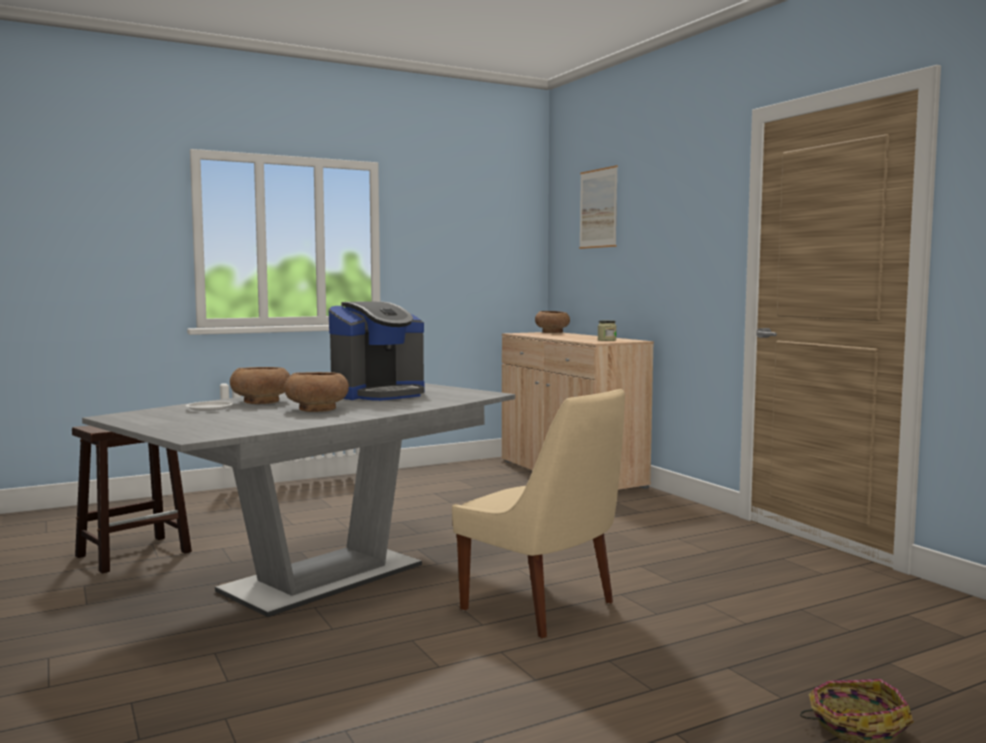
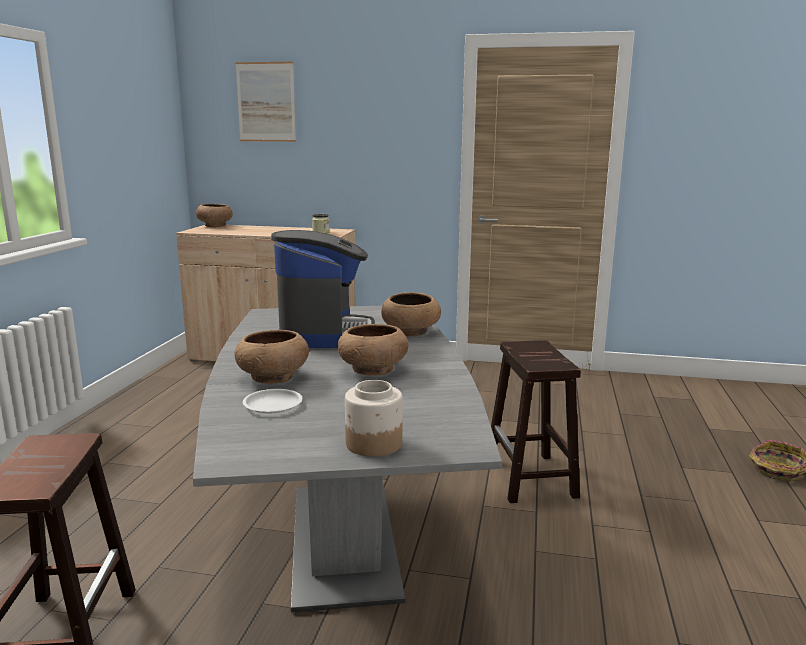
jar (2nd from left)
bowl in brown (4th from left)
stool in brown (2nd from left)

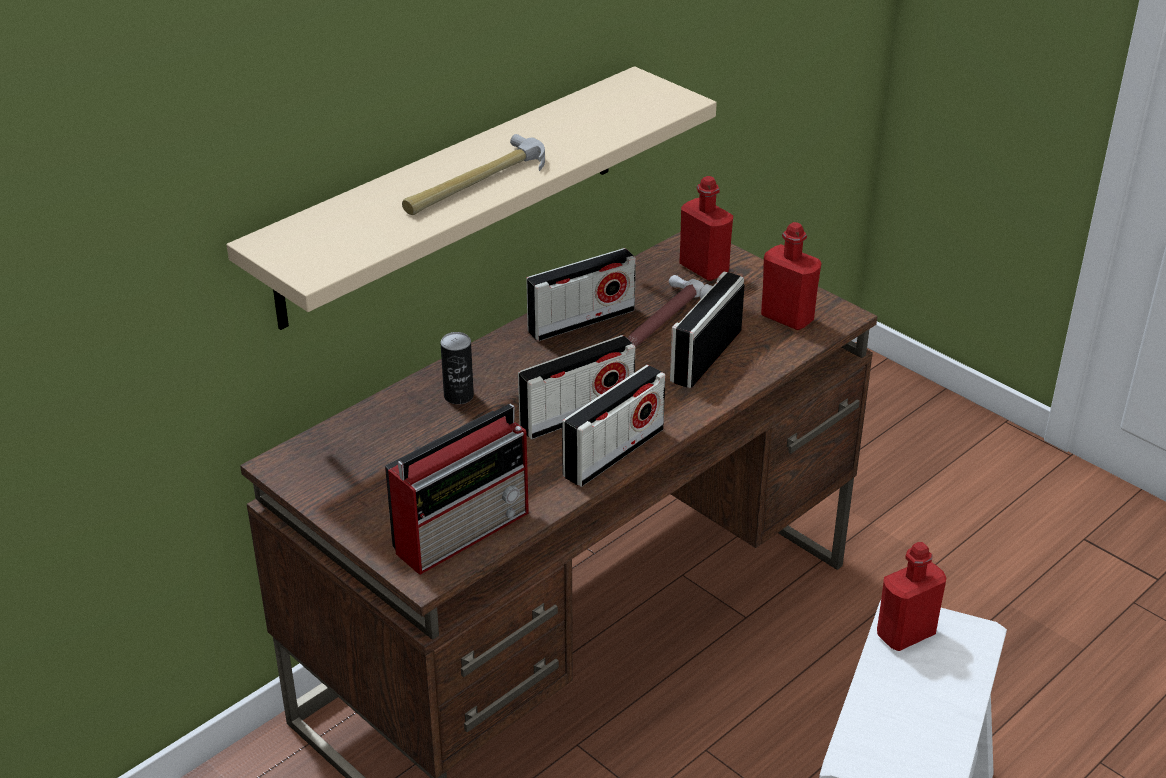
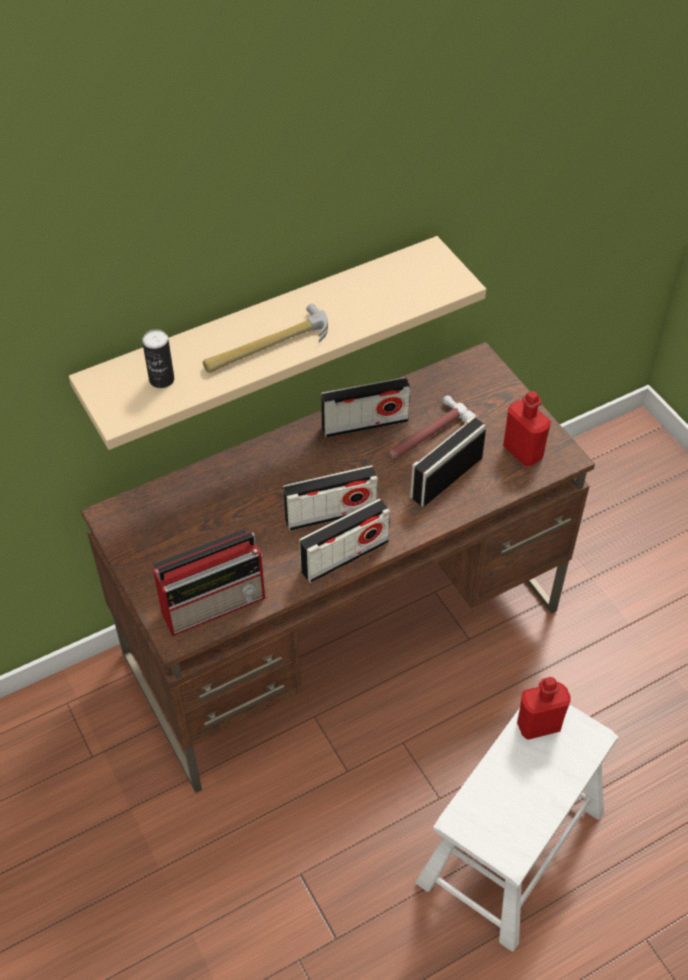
bottle in red (1st from left in the first image)
can

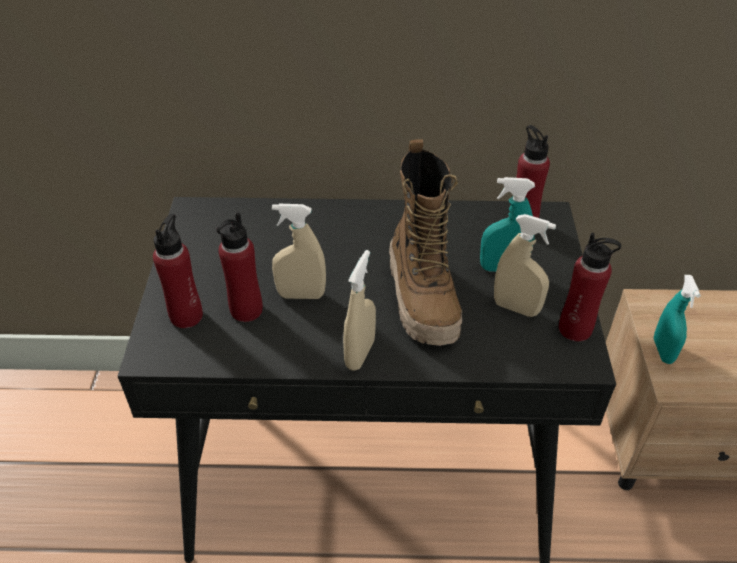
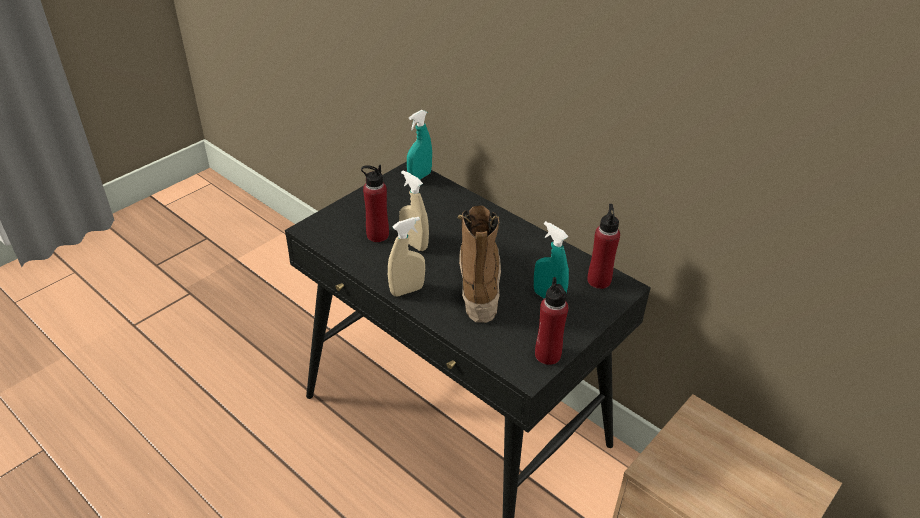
bottle in red (1st from left in the first image)
spray bottle in beige (3rd from left in the first image)
spray bottle in turquoise (1st from left)
boot

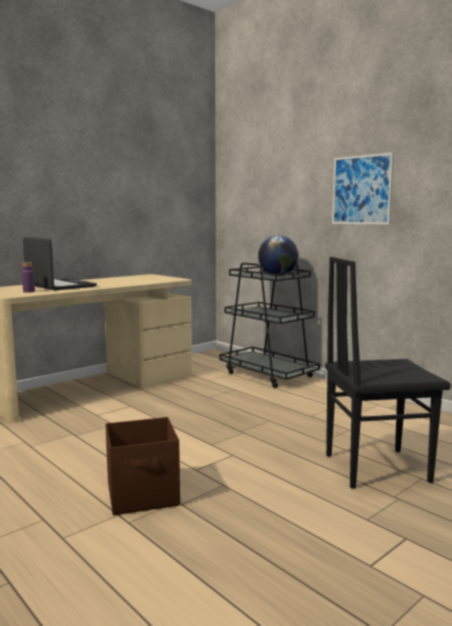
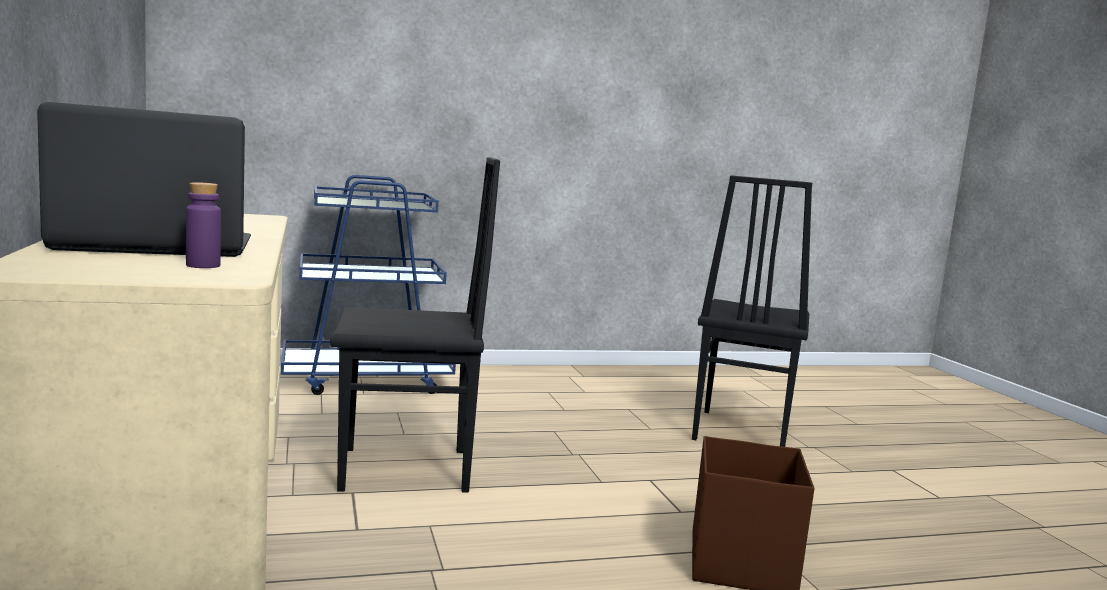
globe
picture
chair in black (1st from left)
cart in blue

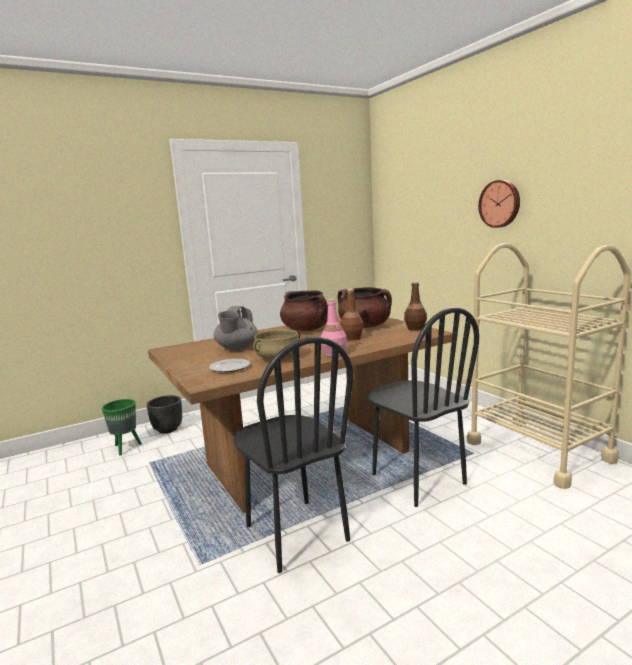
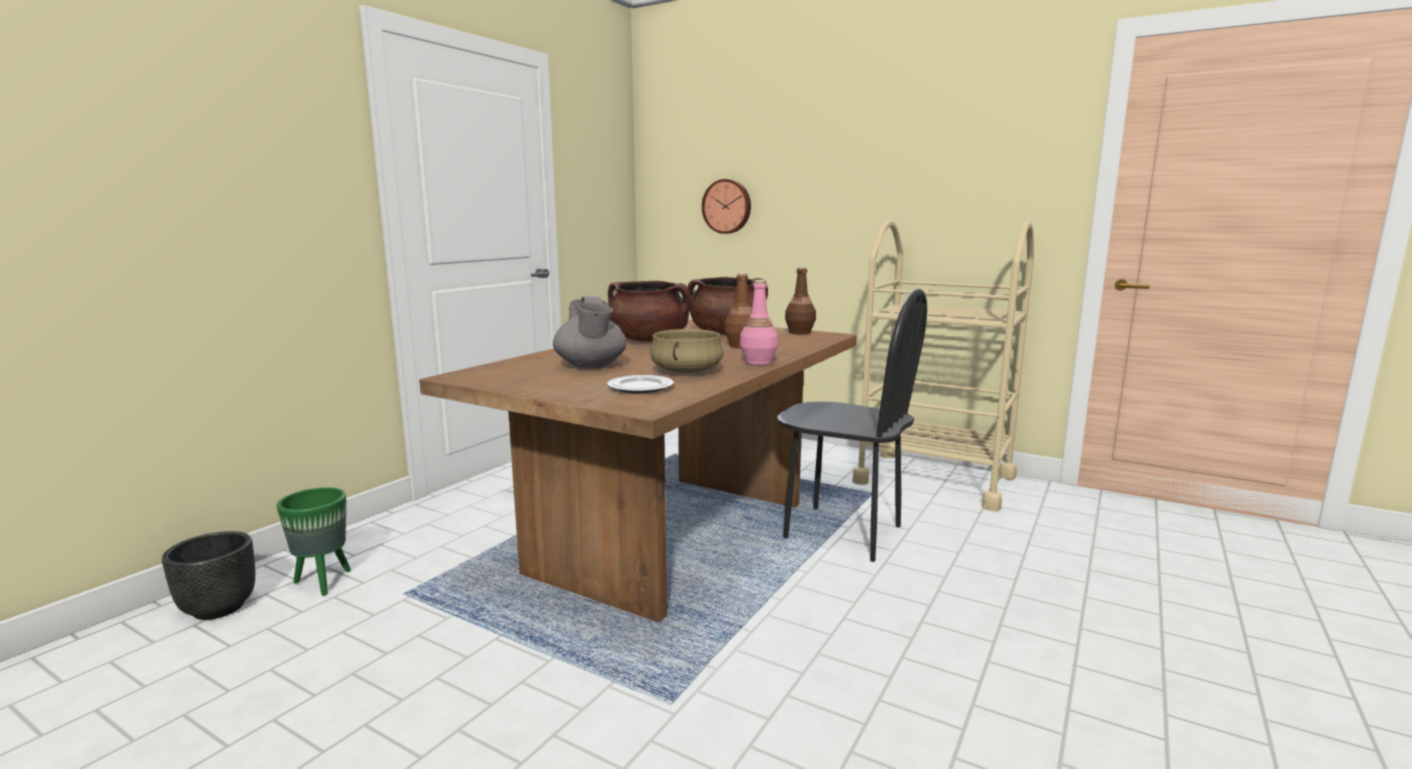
chair in black (1st from left in the first image)
planter in black
wall clock

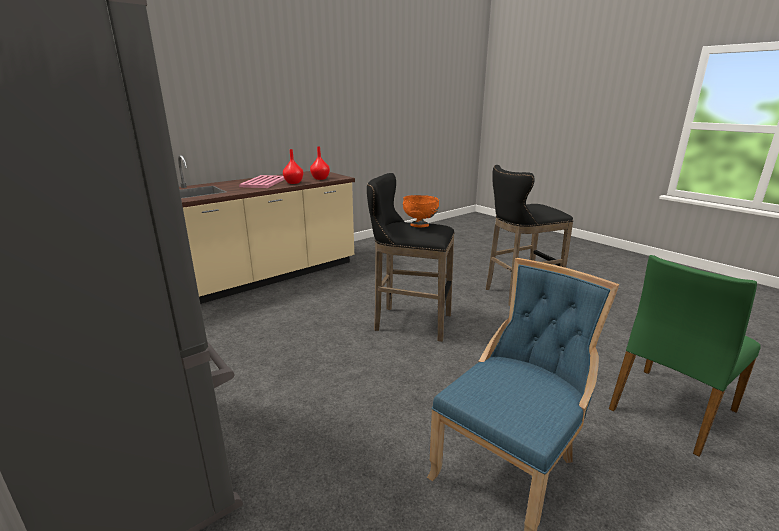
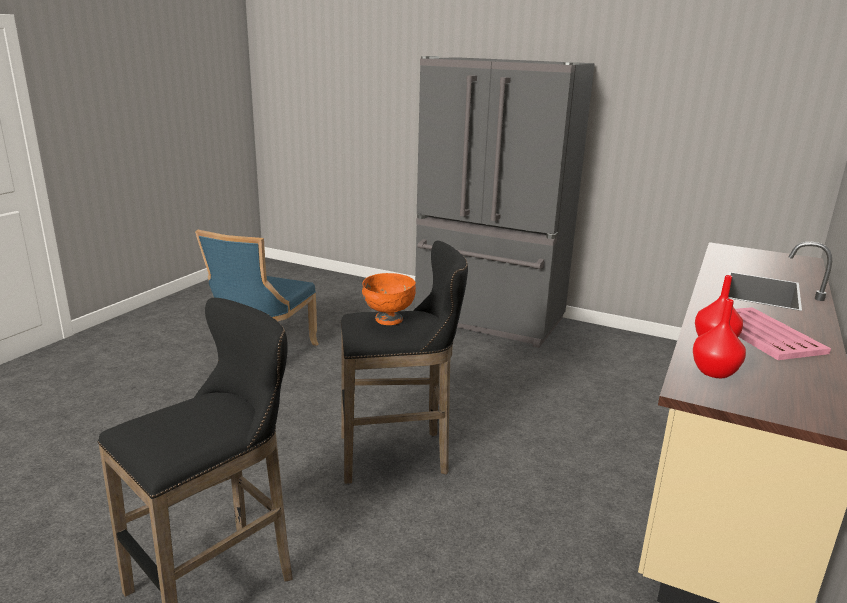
chair in green

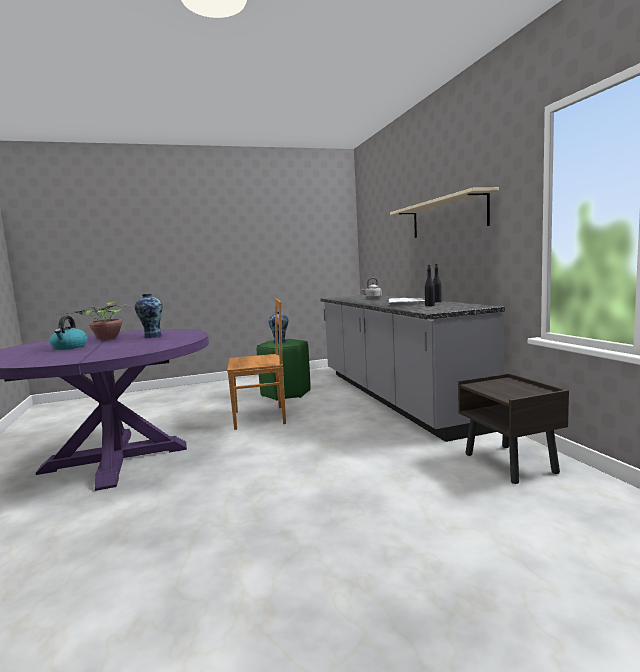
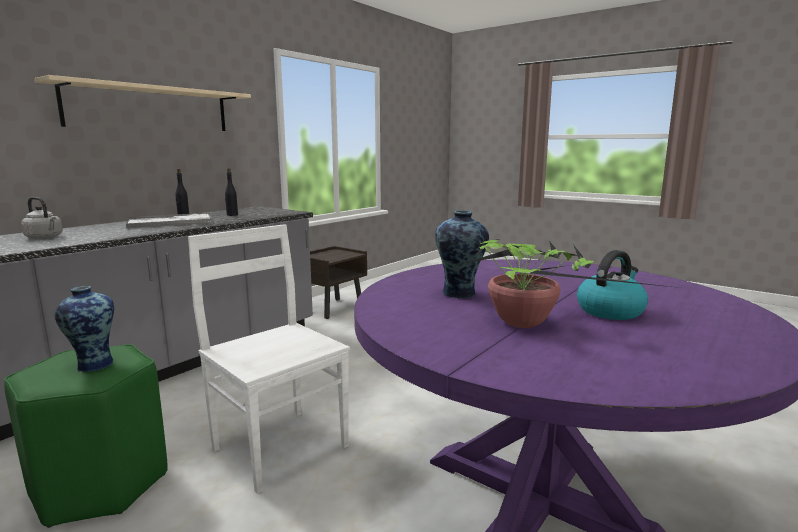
chair in white

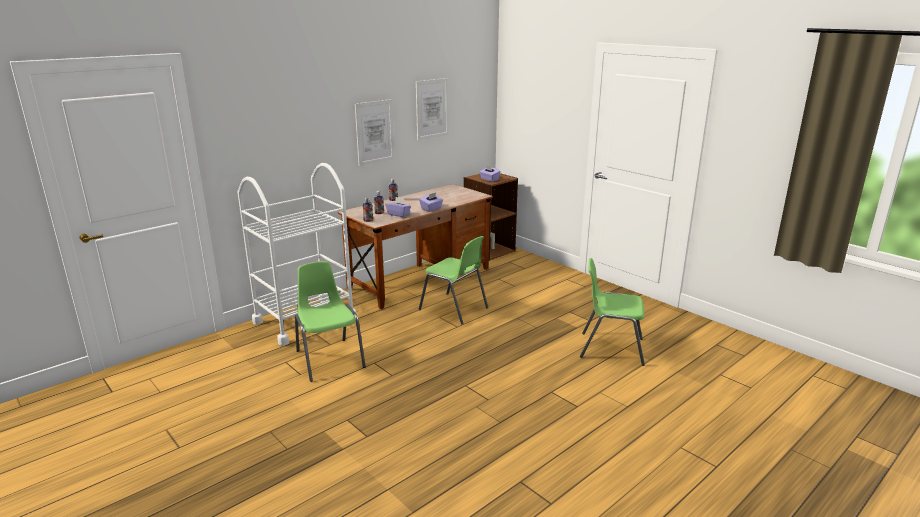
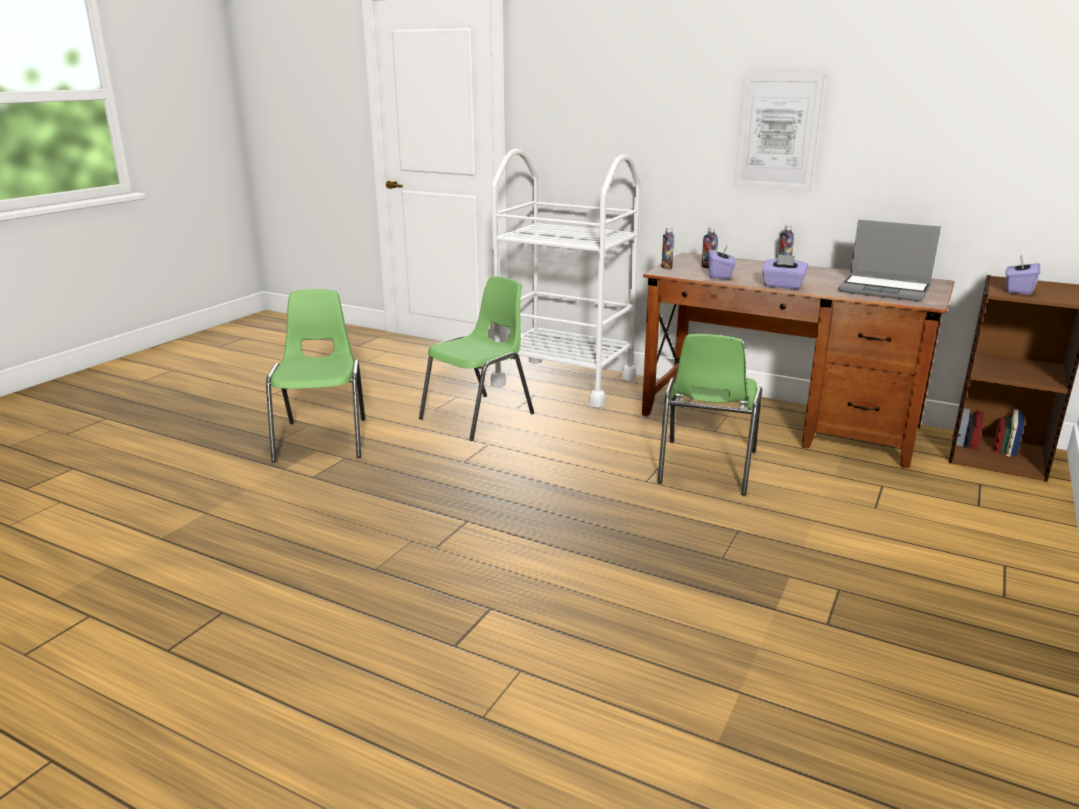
picture (2nd from left in the first image)
laptop
chair in green (1st from left)

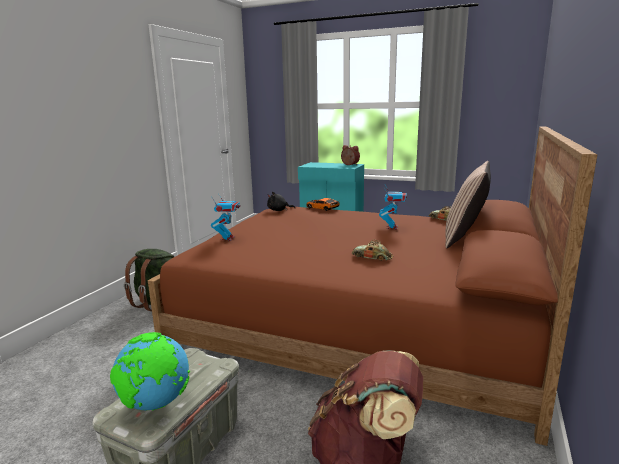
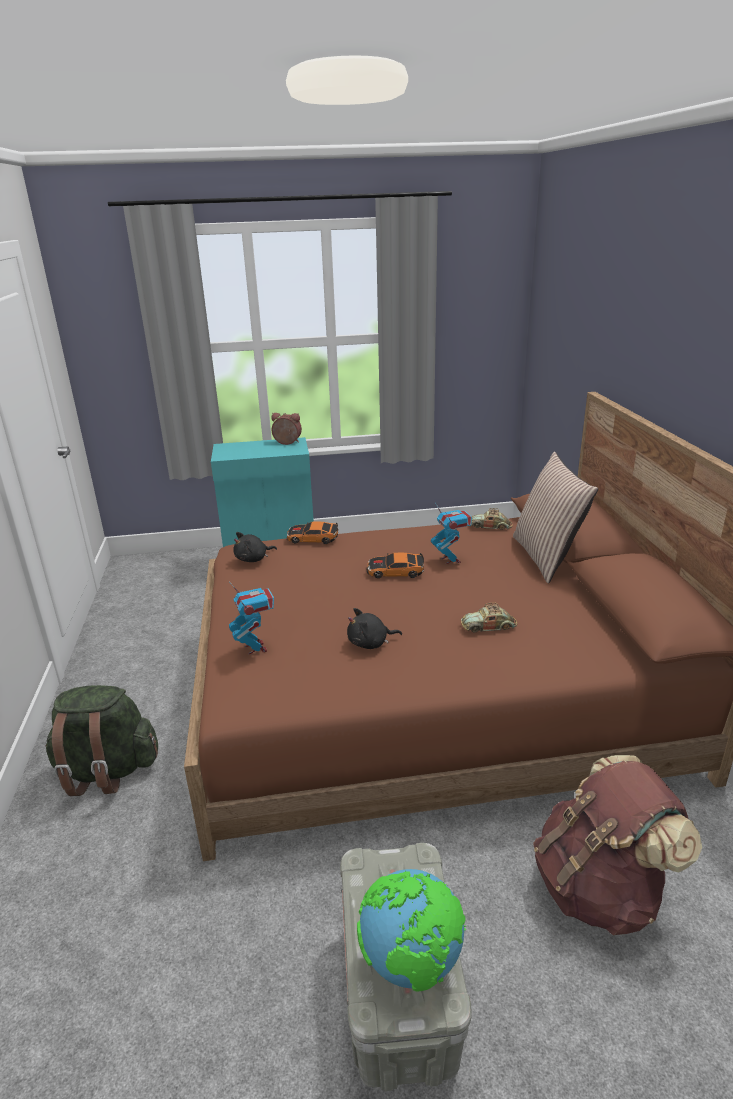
plush toy in black (2nd from left)
toy car (2nd from left)

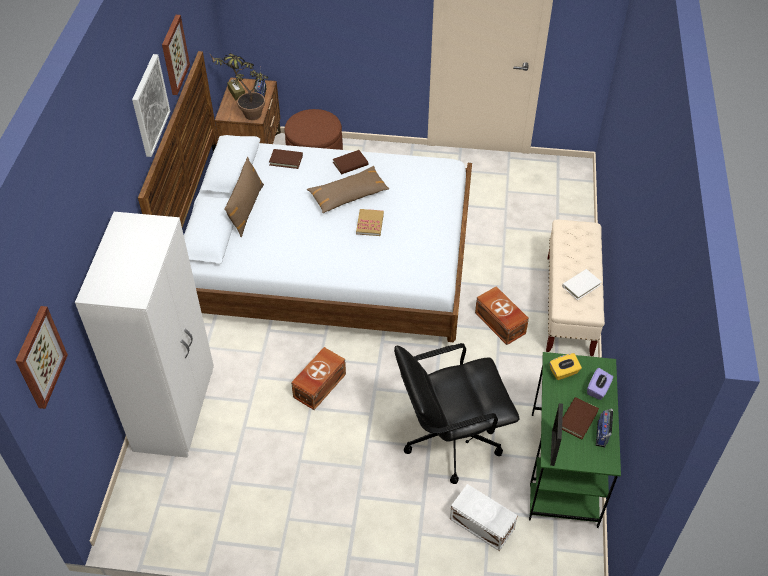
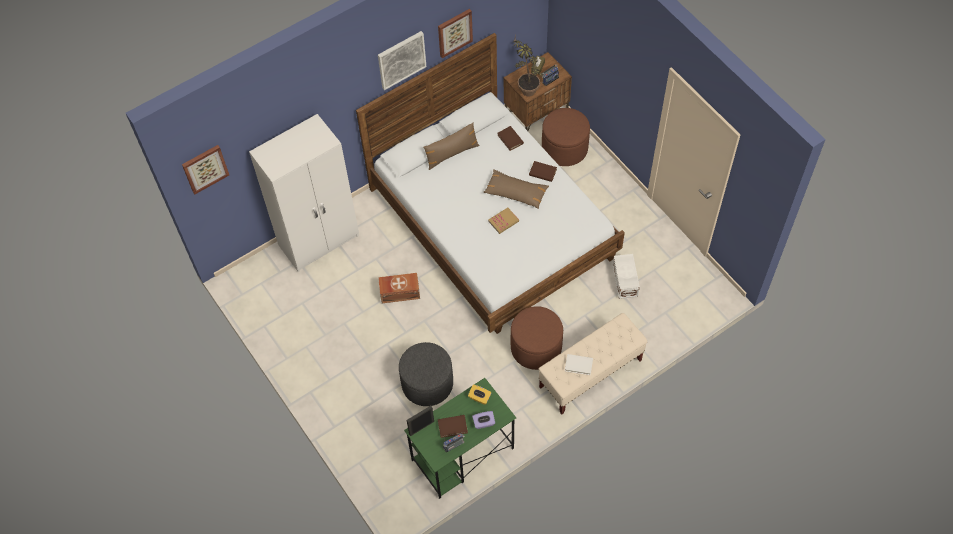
storage box in white
ottoman in grey
ottoman in brown (1st from left)

